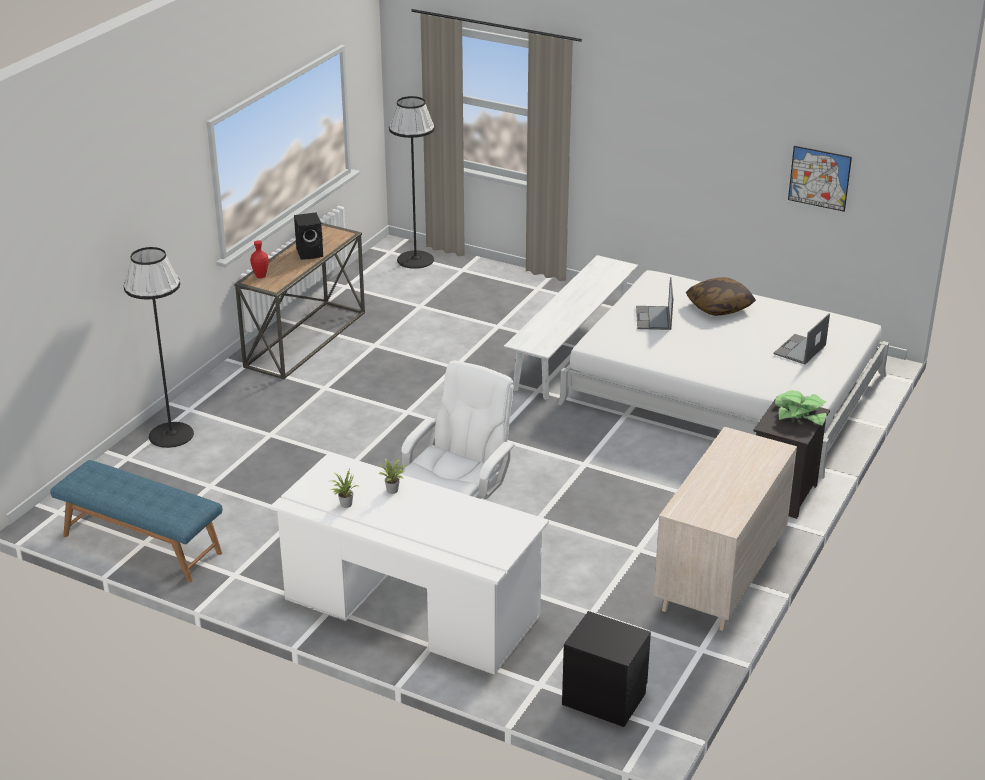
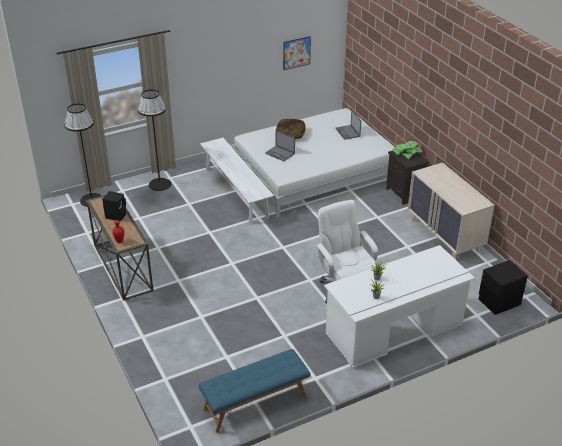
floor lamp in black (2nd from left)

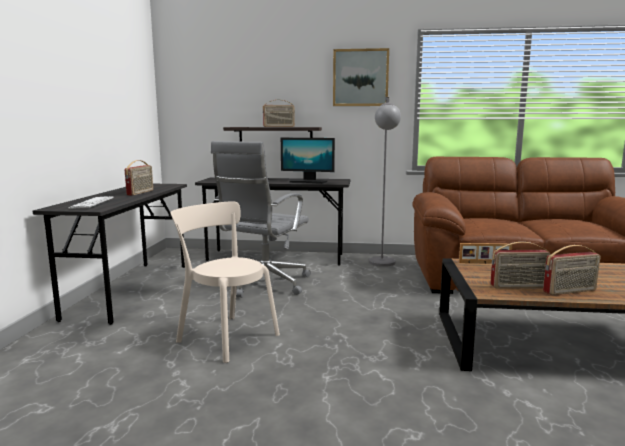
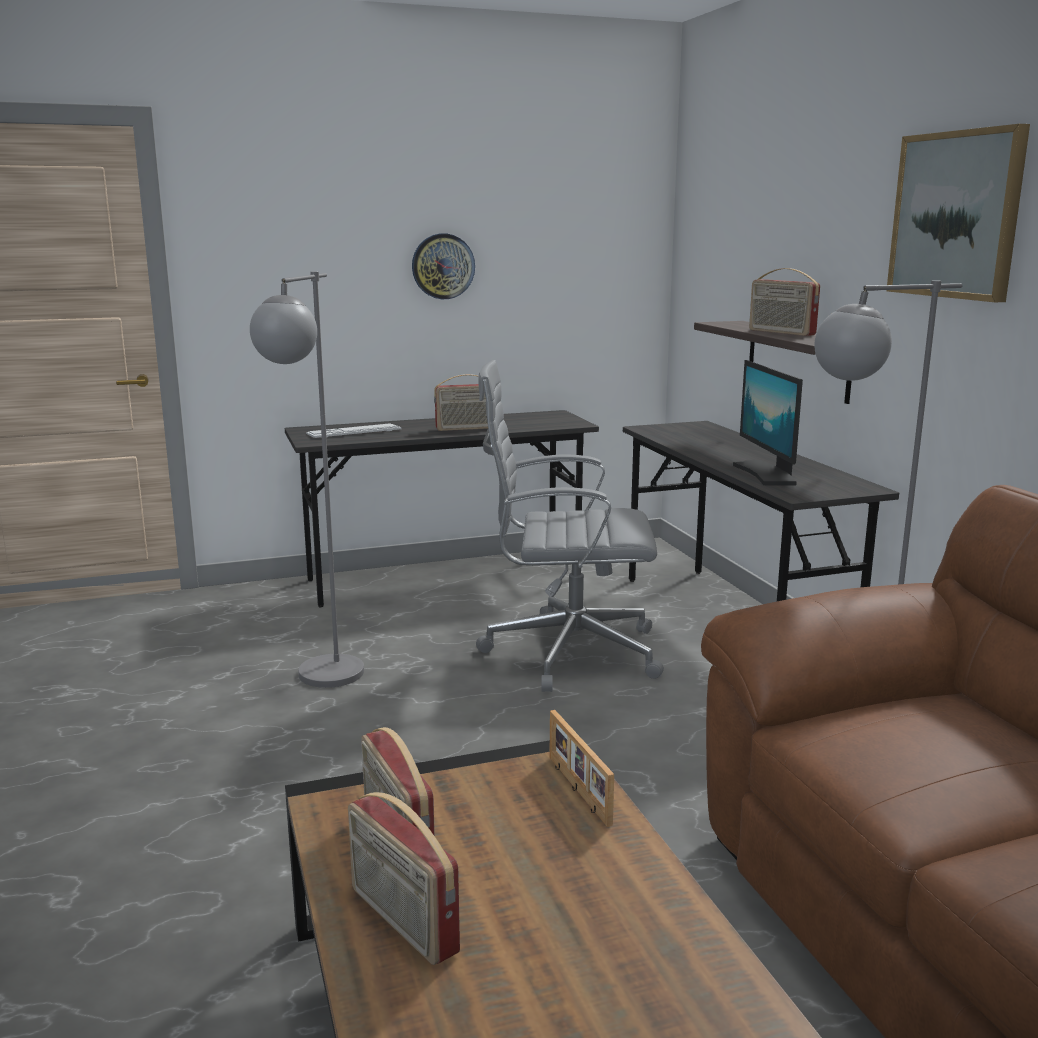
wall clock
floor lamp in grey (1st from left)

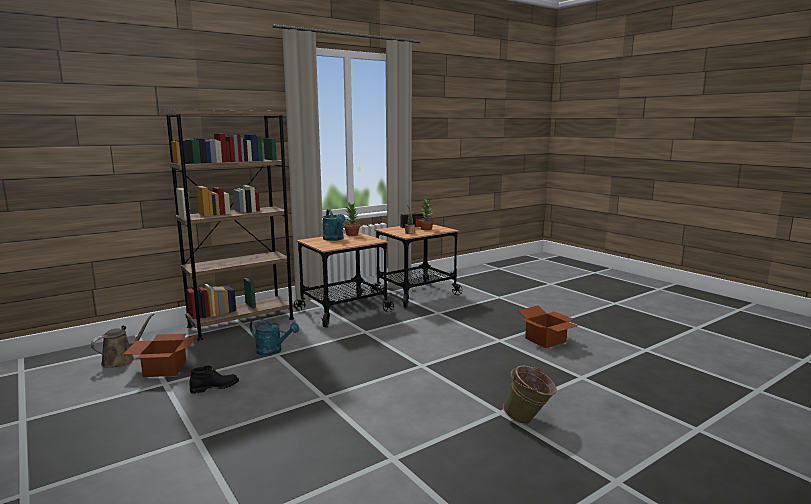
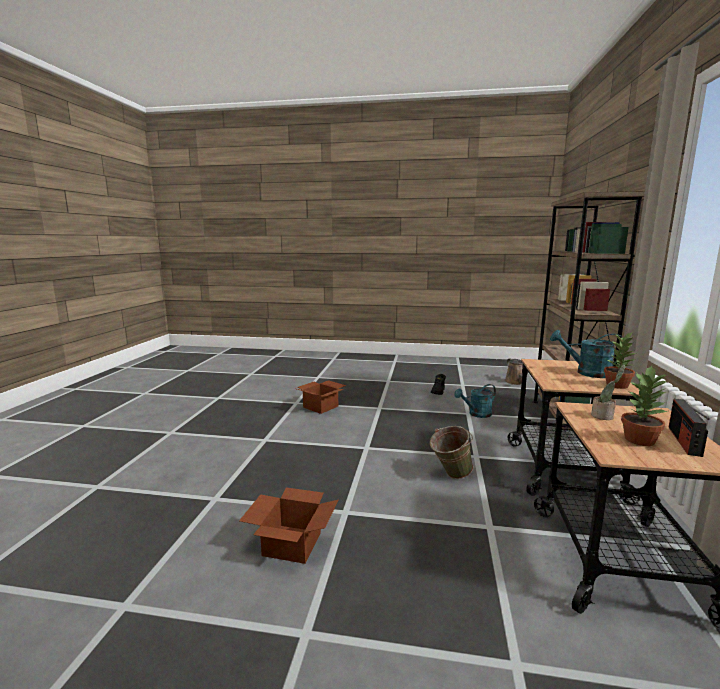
cardboard box (2nd from left)
bucket in green

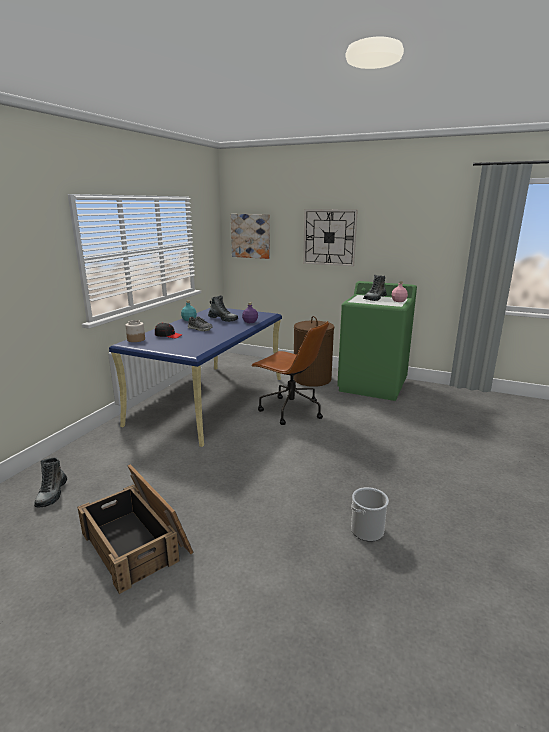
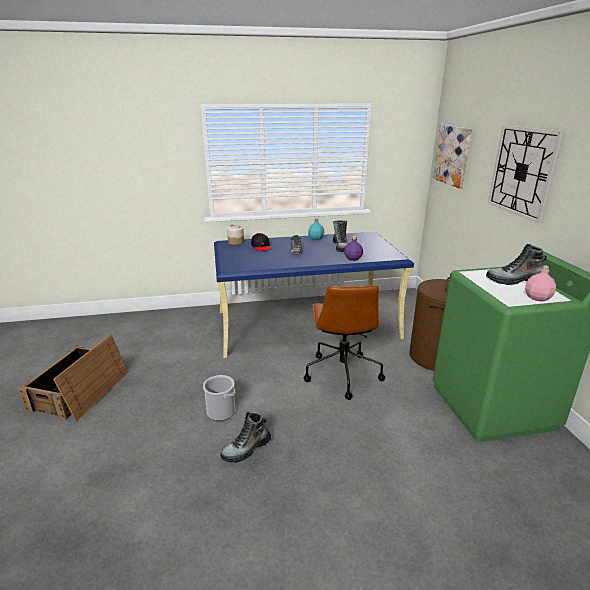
boot (1st from left)
bucket

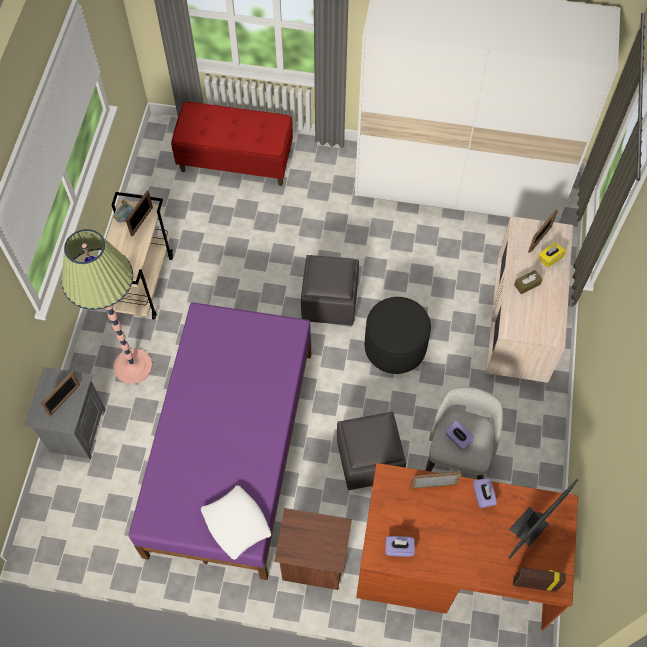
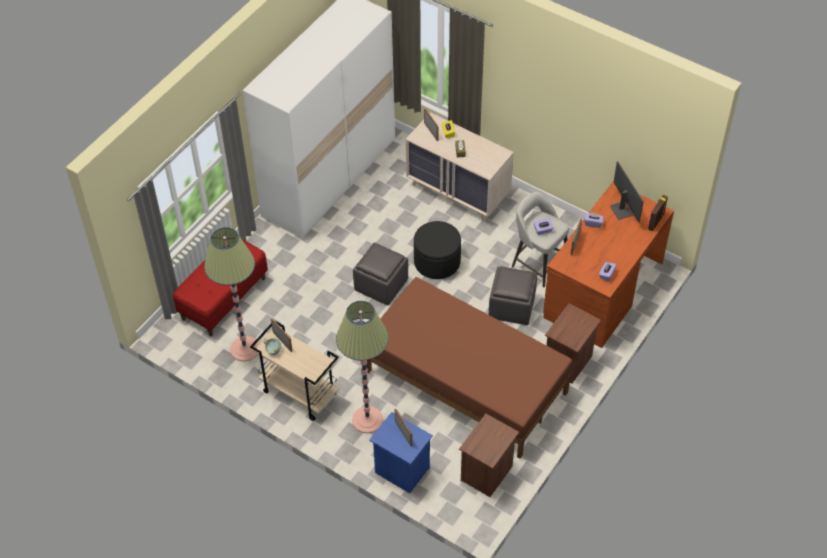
pillow in white
floor lamp (1st from left)
nightstand in brown (1st from left)
nightstand in blue
bed in brown

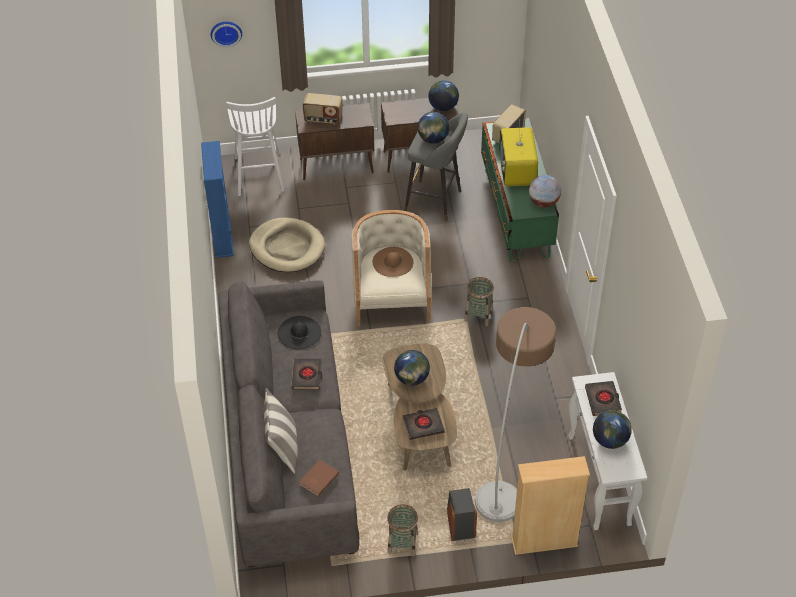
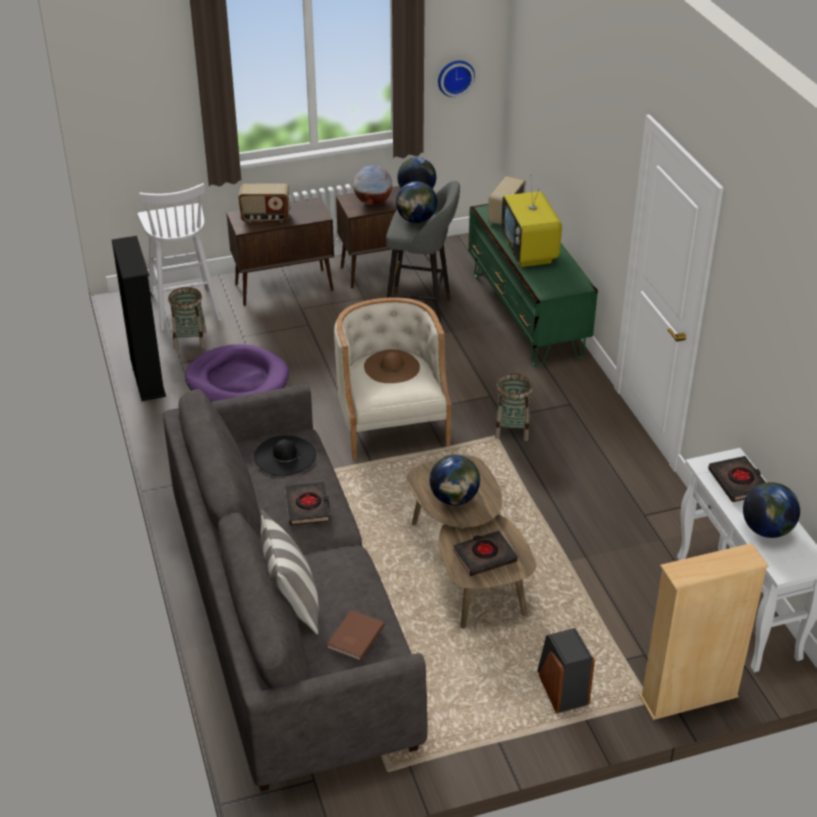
floor lamp
wall clock
basket (1st from left)
globe (1st from left)
bookcase in black
dog bed in purple

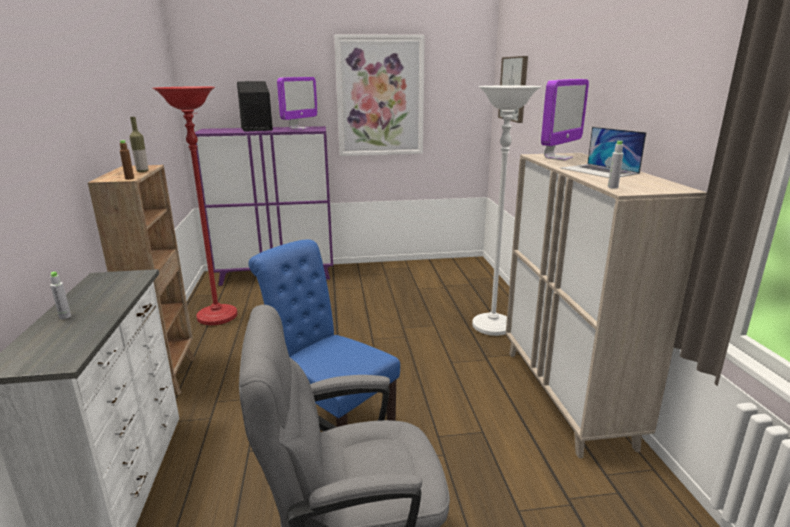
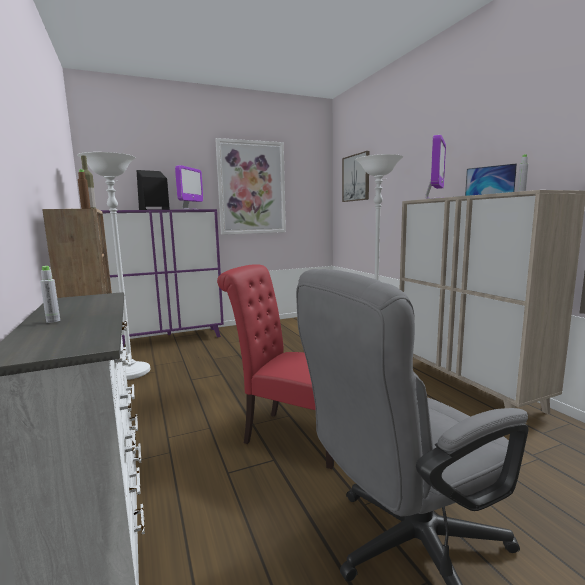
floor lamp in white (1st from left)
chair in red

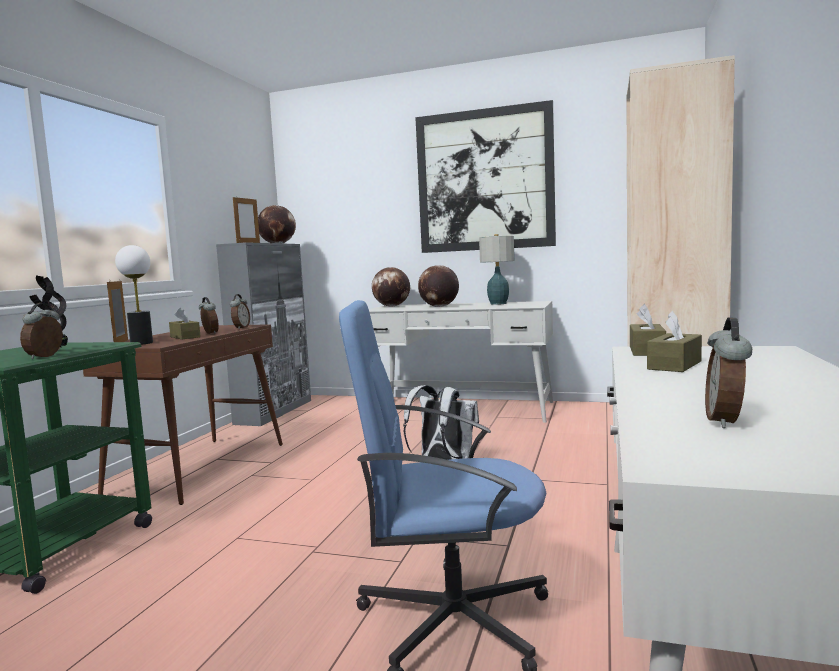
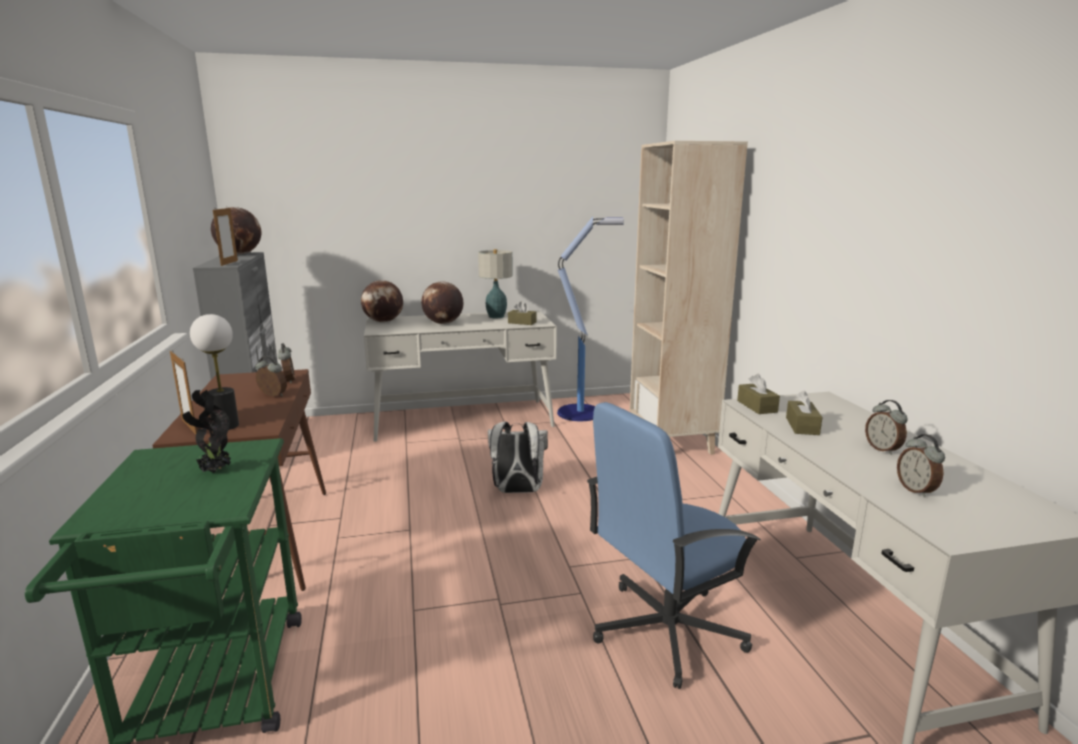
picture
floor lamp
alarm clock (3rd from left)
tissue box in brown (1st from left)

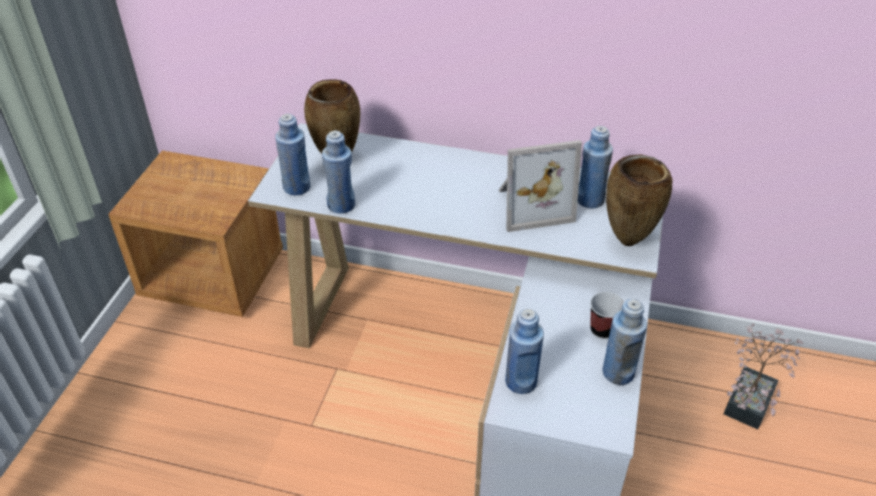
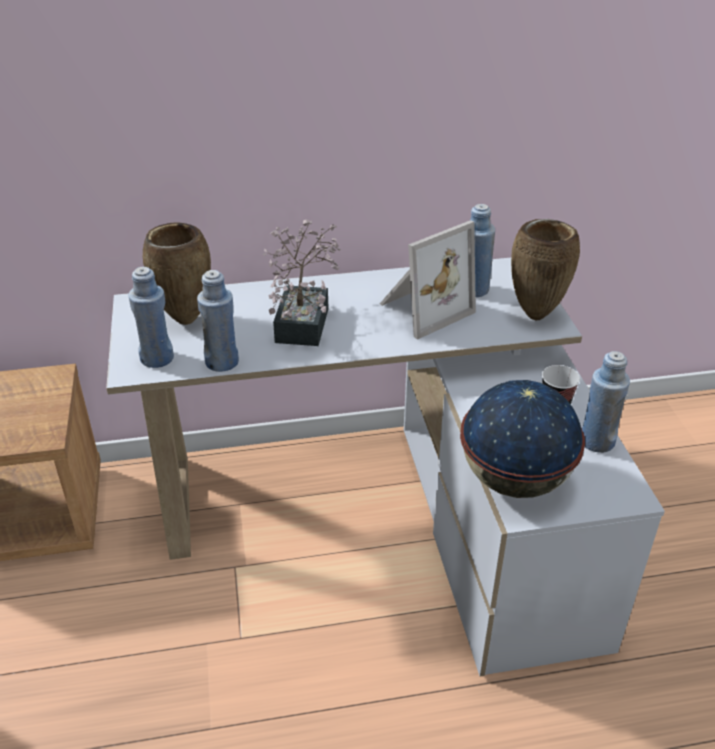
potted plant
globe

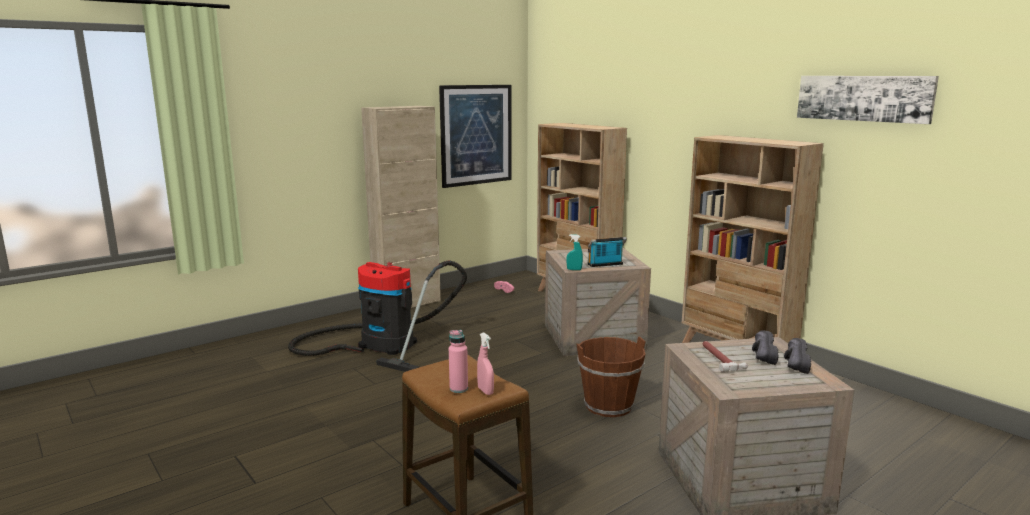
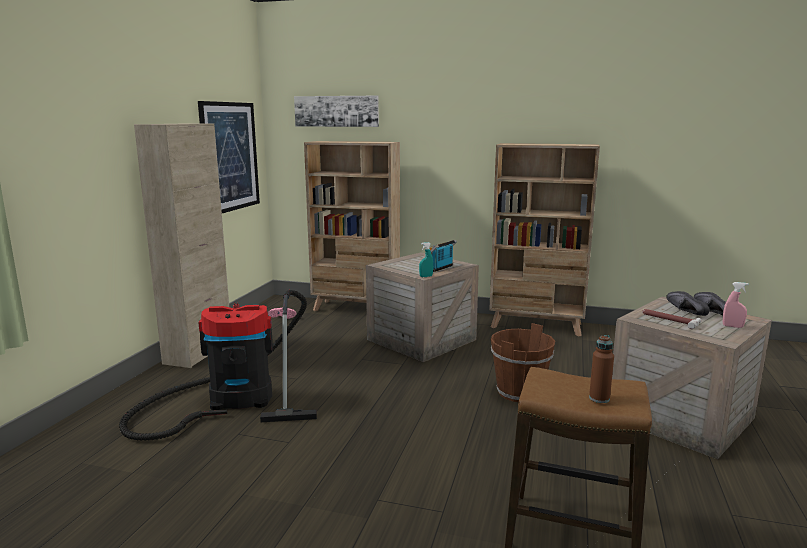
spray bottle in pink
picture (2nd from left)
bottle in brown

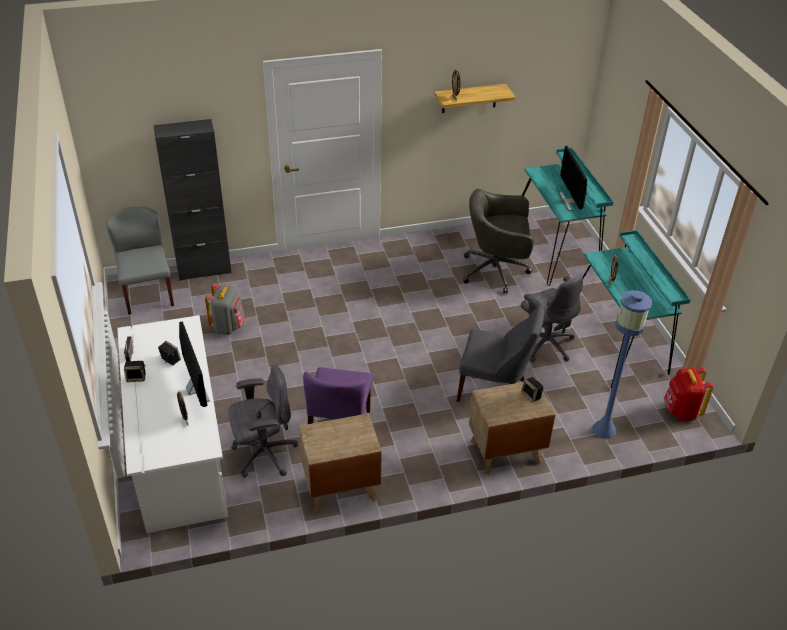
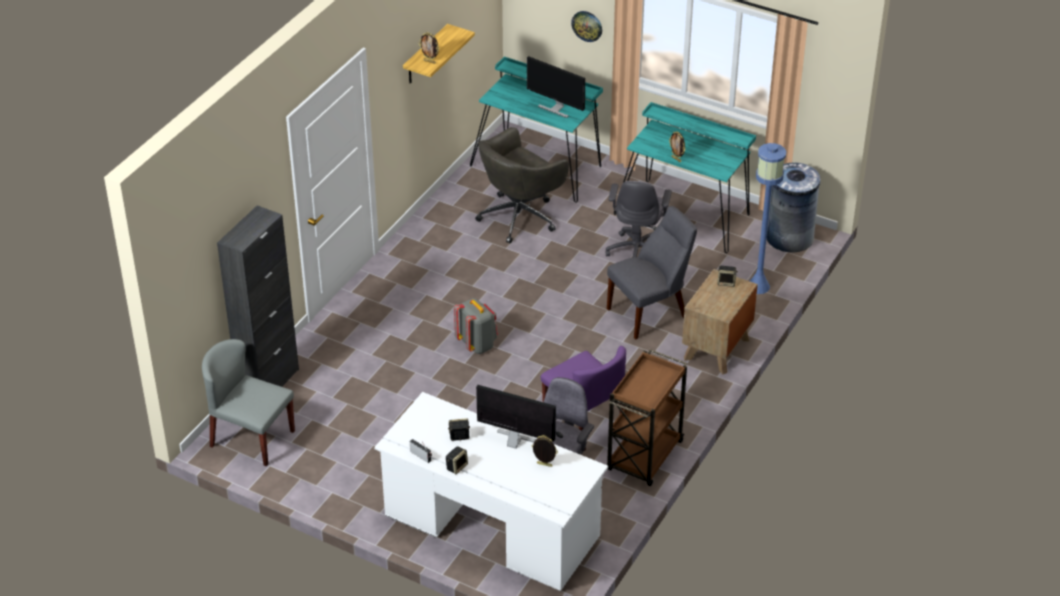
wall clock
backpack in grey
cart in brown
trash can in grey
office chair in grey (3rd from left)

